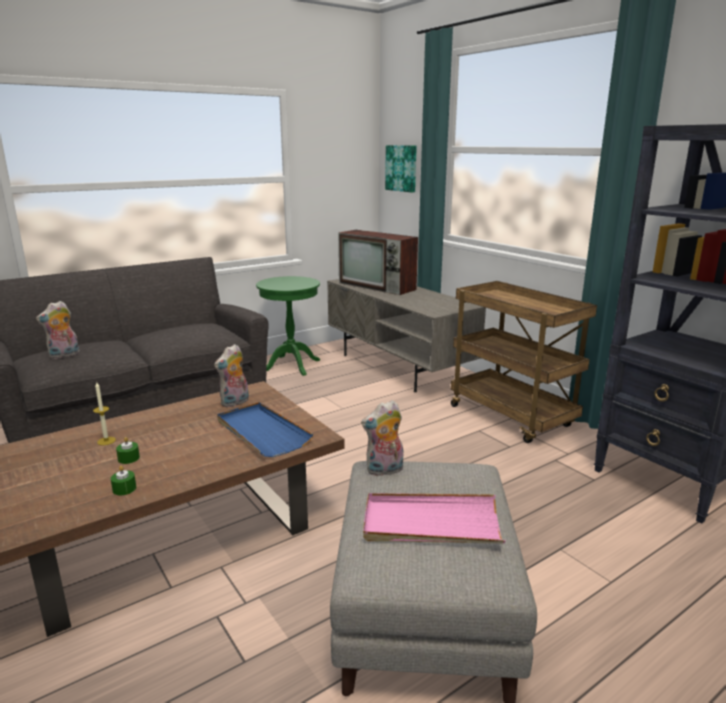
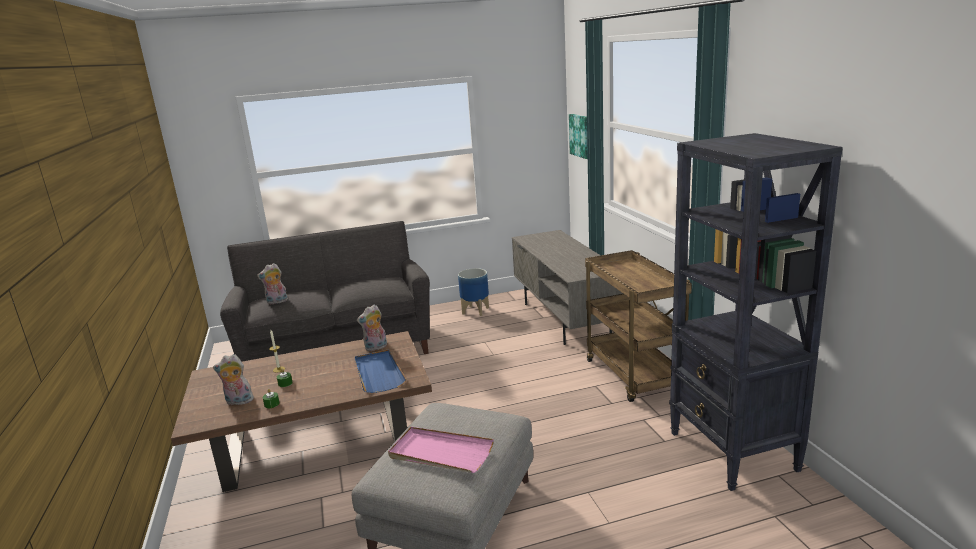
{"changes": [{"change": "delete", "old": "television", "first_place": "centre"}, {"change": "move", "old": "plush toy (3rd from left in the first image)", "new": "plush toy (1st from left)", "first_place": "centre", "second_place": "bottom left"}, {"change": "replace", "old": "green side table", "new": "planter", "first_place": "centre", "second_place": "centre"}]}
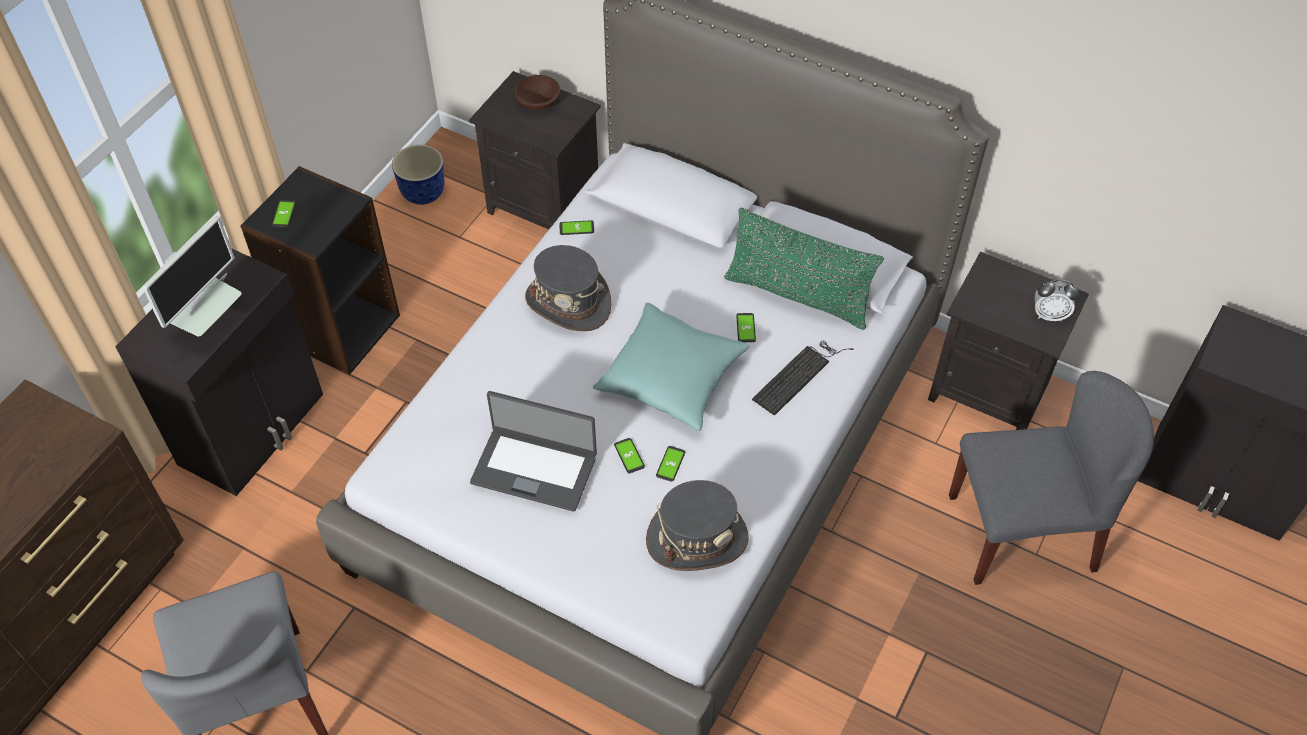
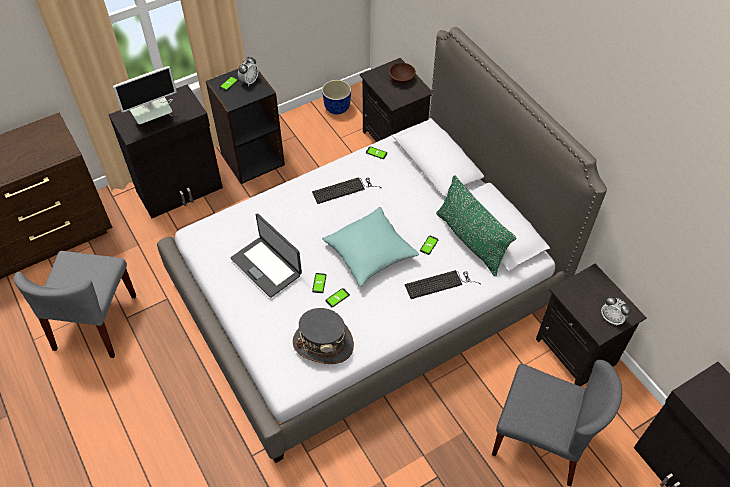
{"changes": [{"change": "insert", "new": "alarm clock (1st from left)", "second_place": "top centre"}, {"change": "replace", "old": "grey hat (1st from left)", "new": "keyboard (1st from left)", "first_place": "centre", "second_place": "centre"}]}
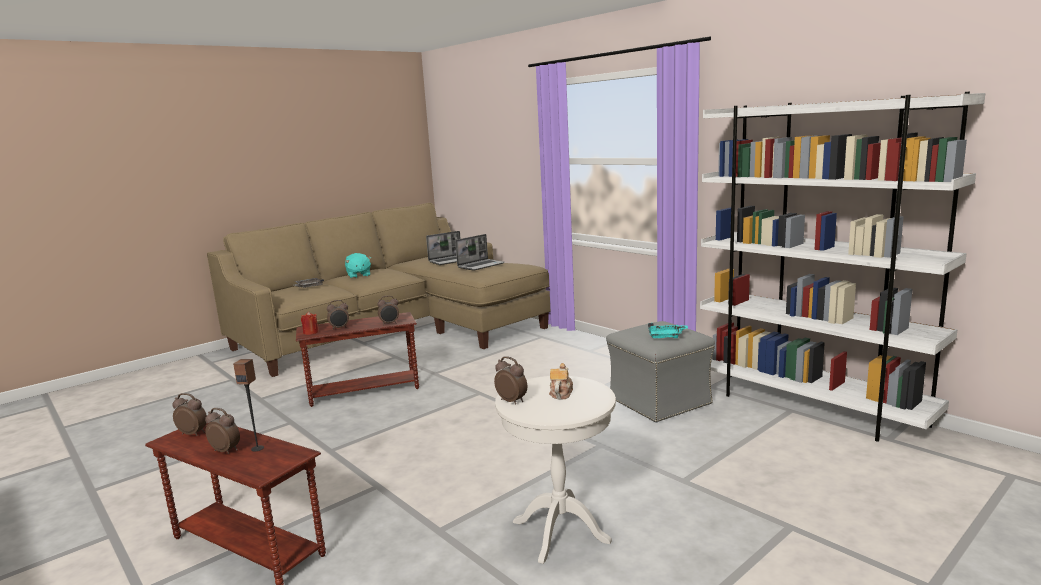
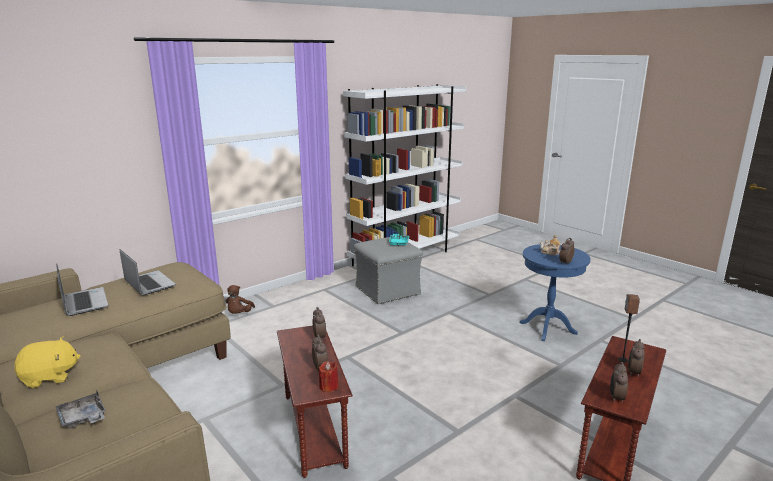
{"changes": [{"change": "insert", "new": "brown plush toy", "second_place": "middle left"}, {"change": "recolor", "old": "turquoise plush toy", "new": "yellow plush toy", "first_place": "centre", "second_place": "bottom left"}, {"change": "recolor", "old": "white side table", "new": "blue side table", "first_place": "bottom centre", "second_place": "middle right"}]}
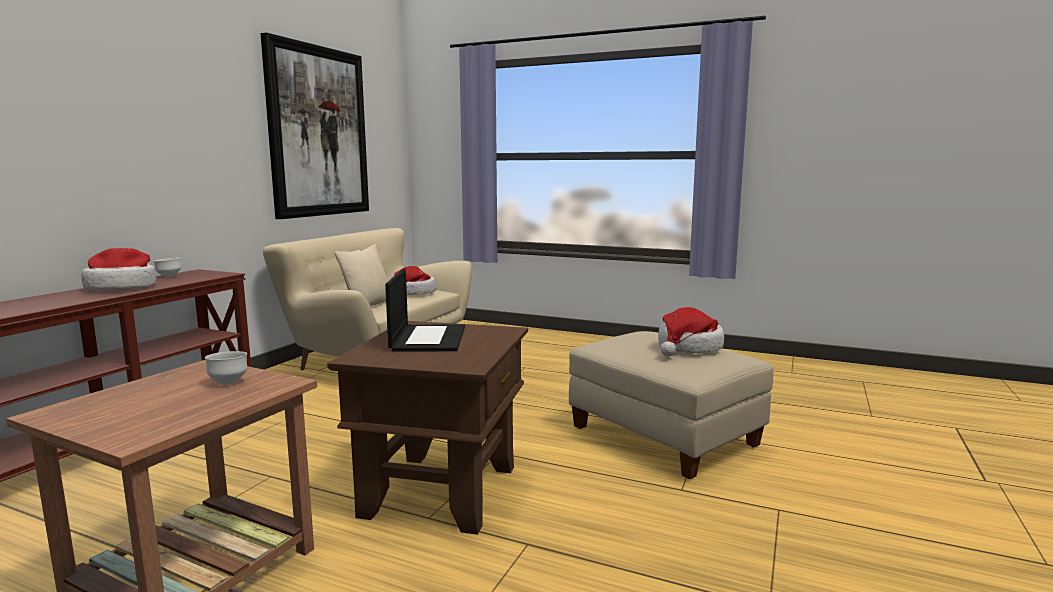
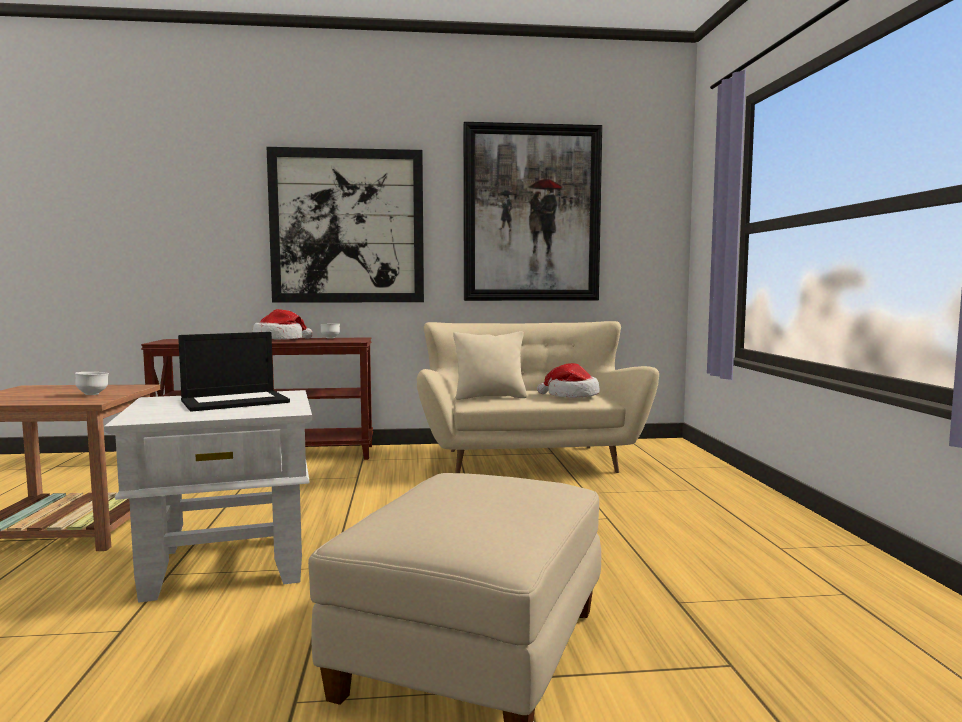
{"changes": [{"change": "delete", "old": "hat (3rd from left)", "first_place": "centre"}, {"change": "insert", "new": "picture (1st from left)", "second_place": "top centre"}, {"change": "recolor", "old": "brown side table (2nd from left)", "new": "white side table", "first_place": "bottom centre", "second_place": "bottom left"}]}
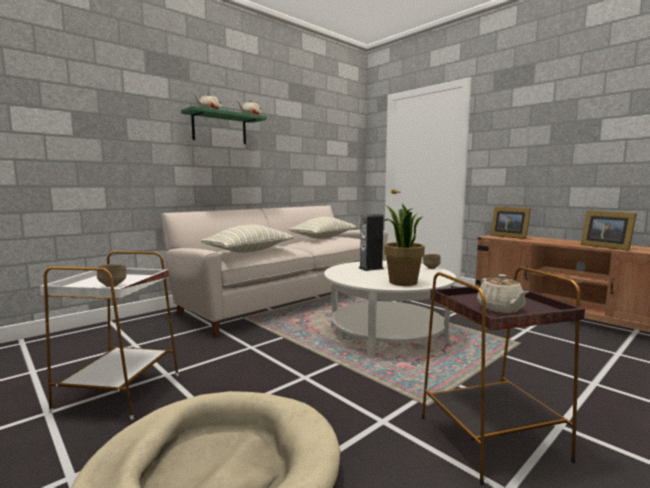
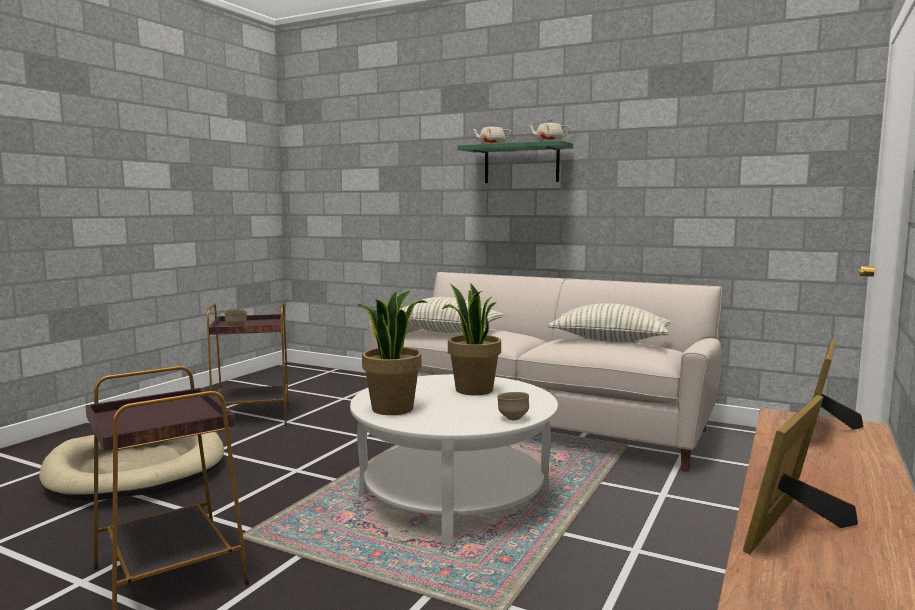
{"changes": [{"change": "delete", "old": "beige teapot (3rd from left)", "first_place": "middle right"}, {"change": "replace", "old": "speaker", "new": "potted plant (2nd from left)", "first_place": "centre", "second_place": "centre"}, {"change": "recolor", "old": "white side table", "new": "brown side table (2nd from left)", "first_place": "bottom left", "second_place": "middle left"}]}
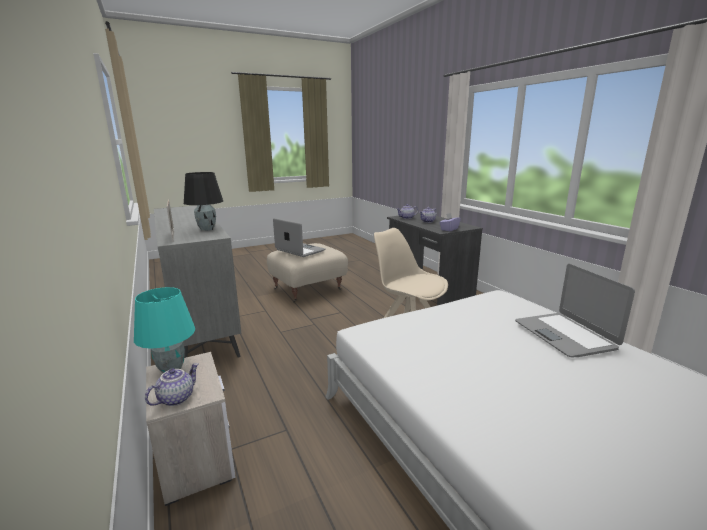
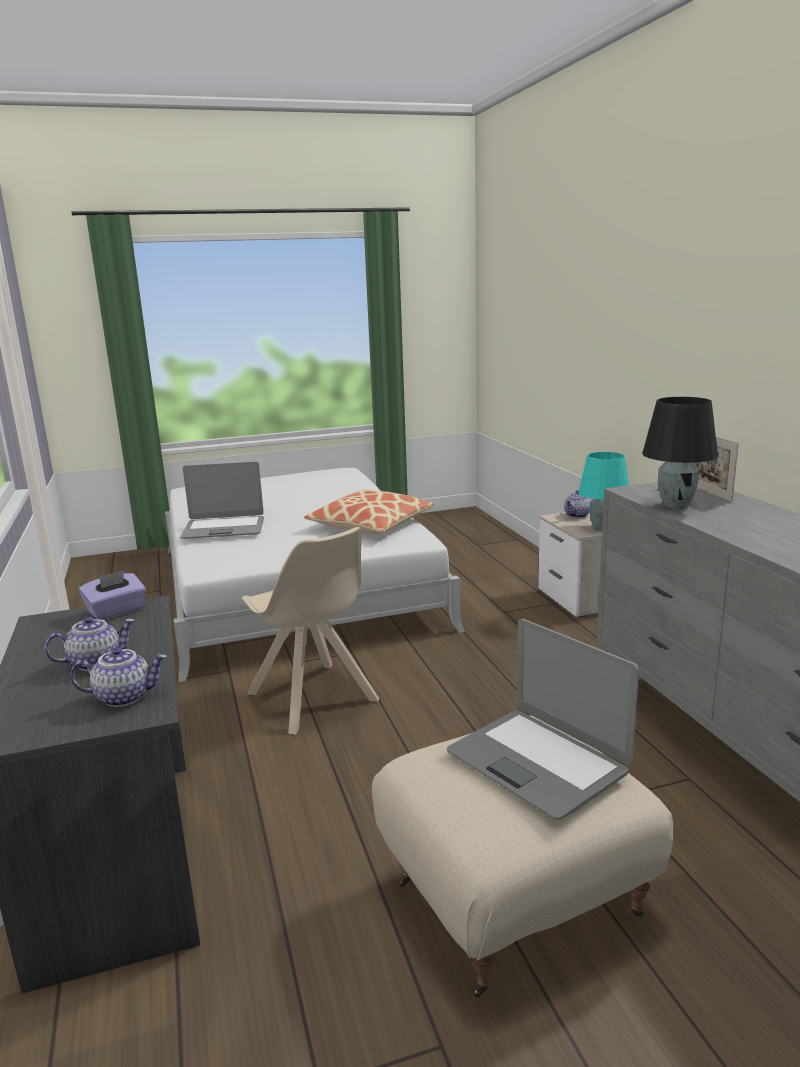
{"changes": [{"change": "insert", "new": "pillow", "second_place": "centre"}, {"change": "rotate", "old": "laptop (2nd from left in the first image)", "first_place": "middle right", "second_place": "middle left", "degrees": 90}]}
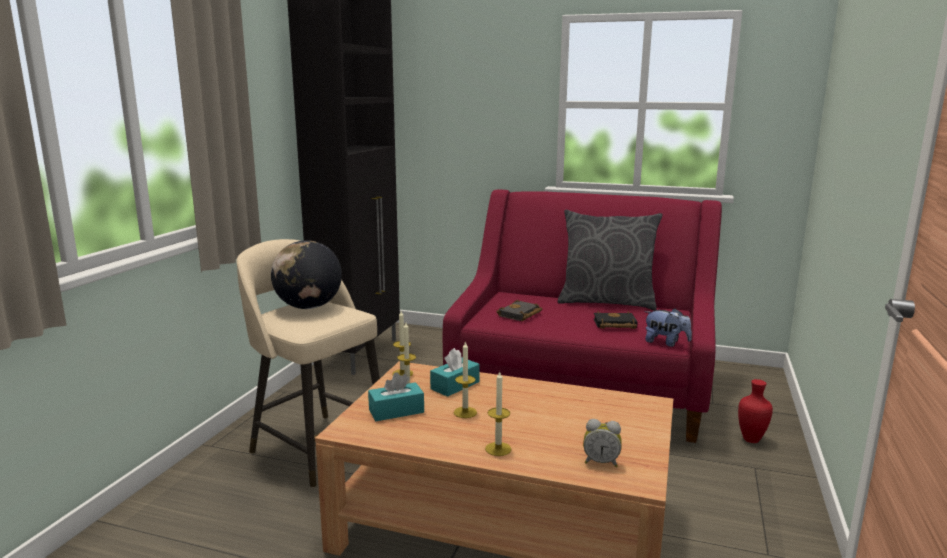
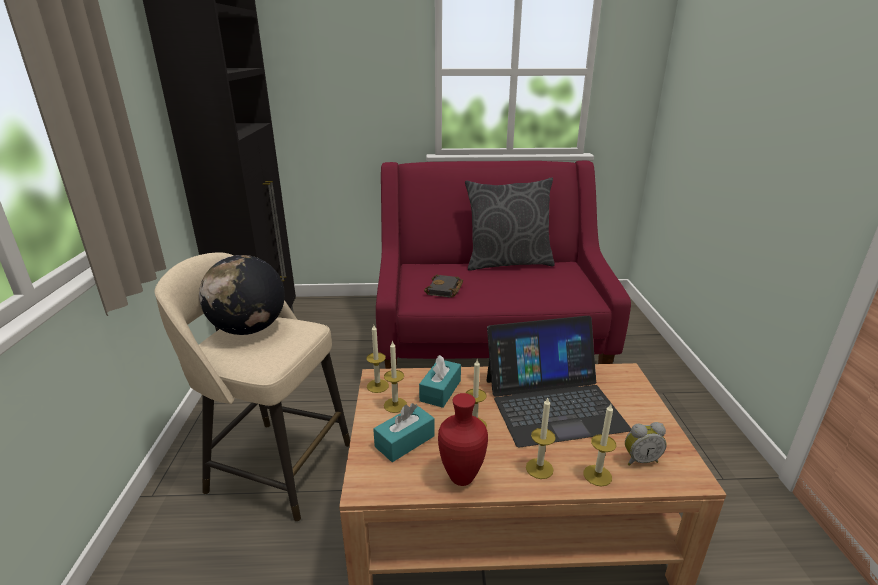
{"changes": [{"change": "delete", "old": "black book (2nd from left)", "first_place": "centre"}, {"change": "delete", "old": "plush toy", "first_place": "middle right"}, {"change": "insert", "new": "laptop", "second_place": "centre"}, {"change": "insert", "new": "candle (5th from left)", "second_place": "bottom right"}, {"change": "move", "old": "red vase", "first_place": "bottom right", "second_place": "bottom centre"}]}
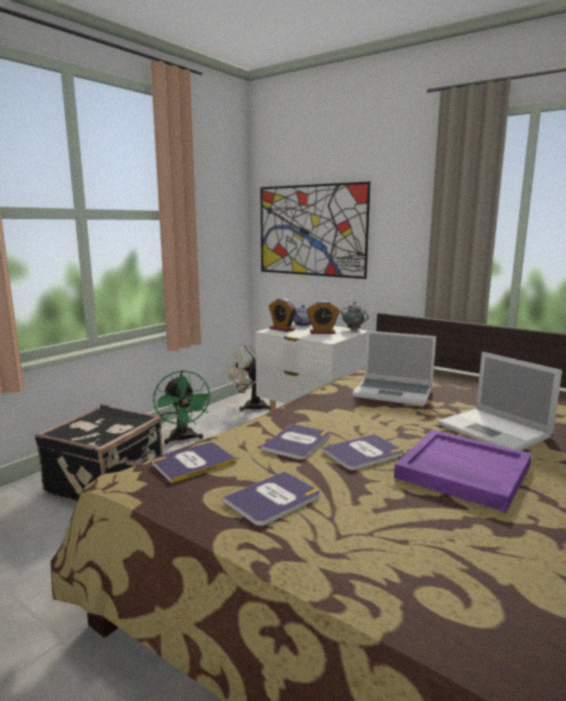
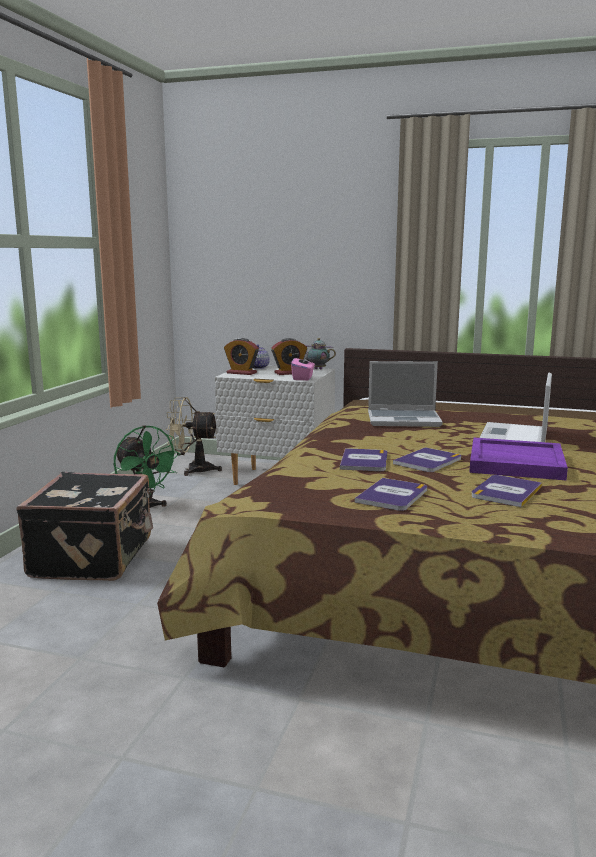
{"changes": [{"change": "delete", "old": "picture", "first_place": "top centre"}, {"change": "insert", "new": "pink tissue box", "second_place": "centre"}, {"change": "move", "old": "book (1st from left in the first image)", "new": "book (4th from left)", "first_place": "centre", "second_place": "middle right"}, {"change": "rotate", "old": "laptop (2nd from left)", "first_place": "middle right", "second_place": "middle right", "degrees": 75}]}
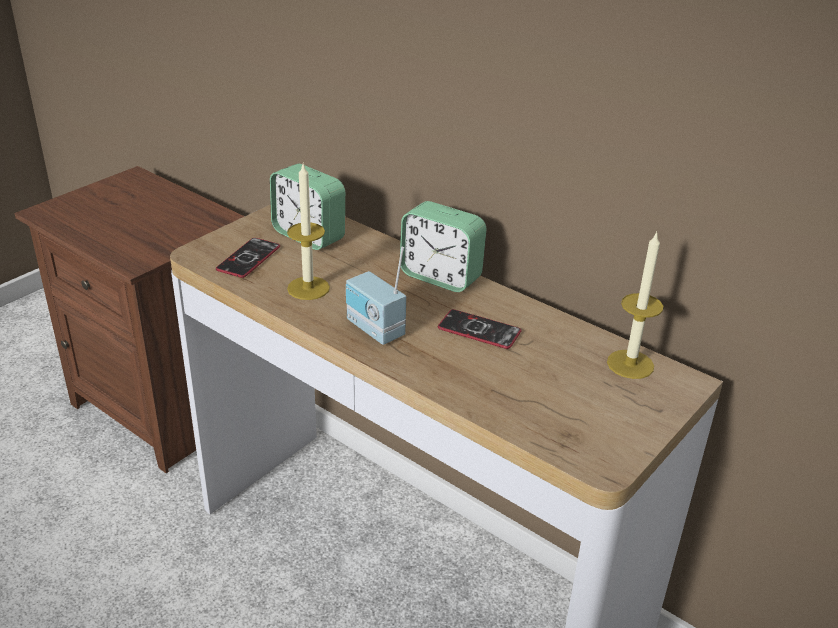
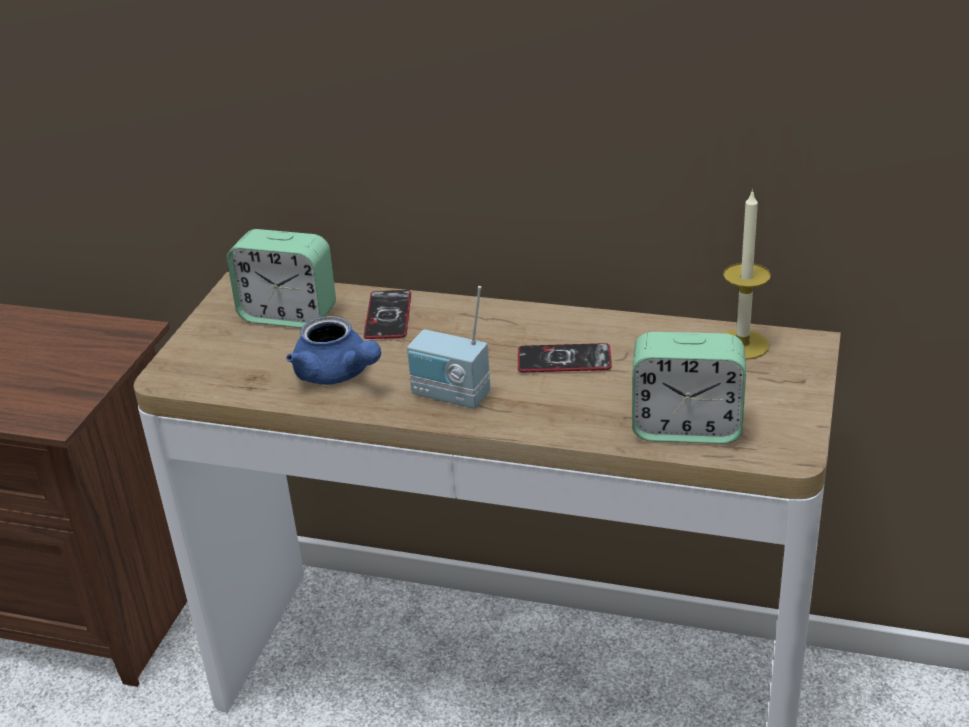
{"changes": [{"change": "move", "old": "phone (1st from left)", "first_place": "middle left", "second_place": "centre"}, {"change": "move", "old": "alarm clock (2nd from left)", "first_place": "centre", "second_place": "middle right"}, {"change": "replace", "old": "candle (1st from left)", "new": "blue teapot", "first_place": "centre", "second_place": "centre"}]}
